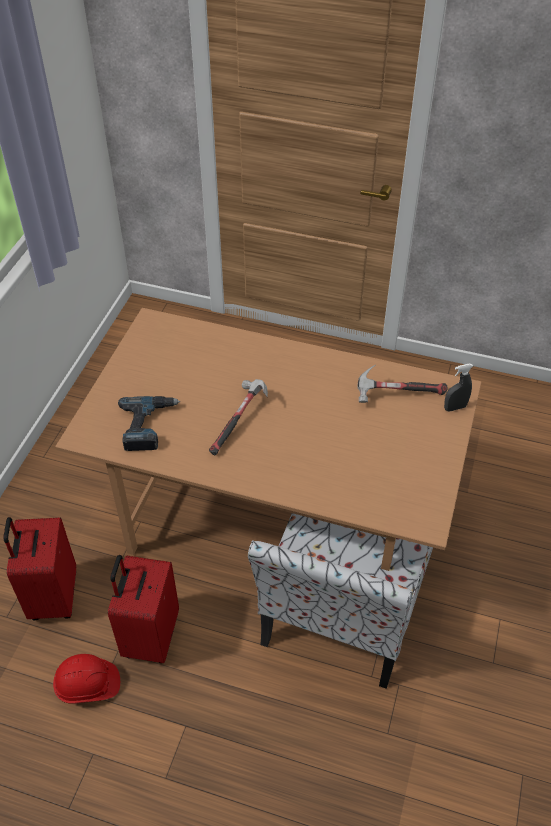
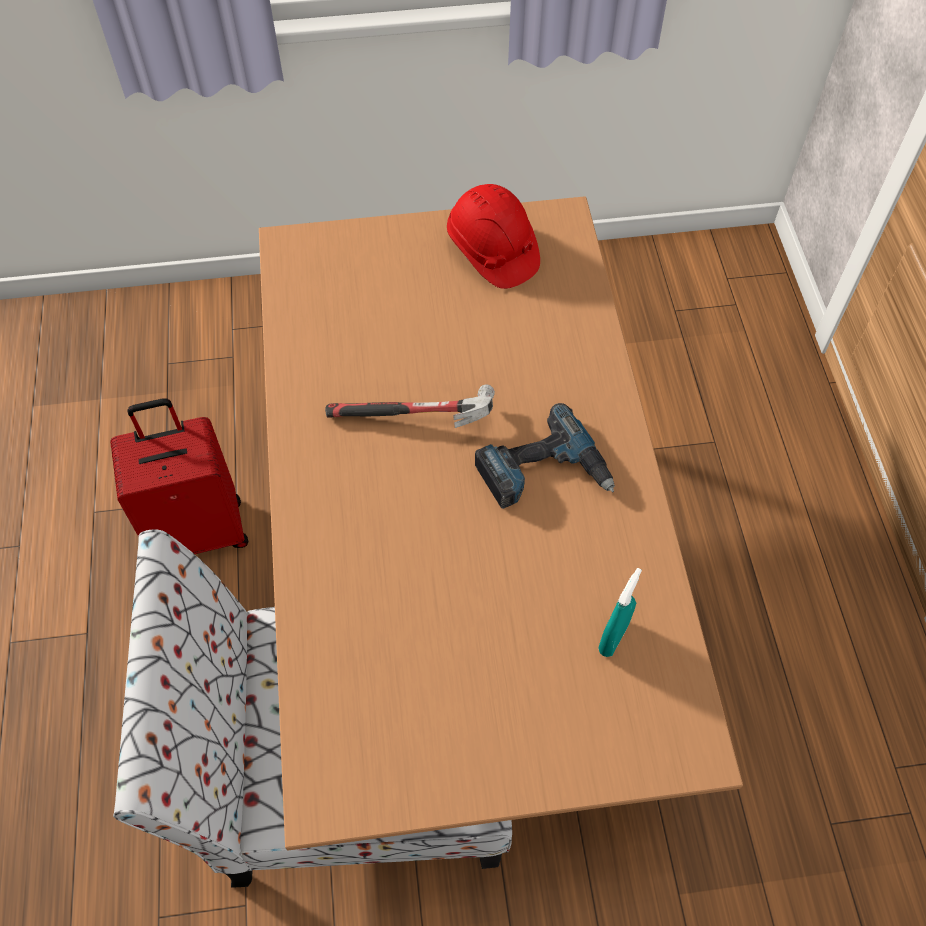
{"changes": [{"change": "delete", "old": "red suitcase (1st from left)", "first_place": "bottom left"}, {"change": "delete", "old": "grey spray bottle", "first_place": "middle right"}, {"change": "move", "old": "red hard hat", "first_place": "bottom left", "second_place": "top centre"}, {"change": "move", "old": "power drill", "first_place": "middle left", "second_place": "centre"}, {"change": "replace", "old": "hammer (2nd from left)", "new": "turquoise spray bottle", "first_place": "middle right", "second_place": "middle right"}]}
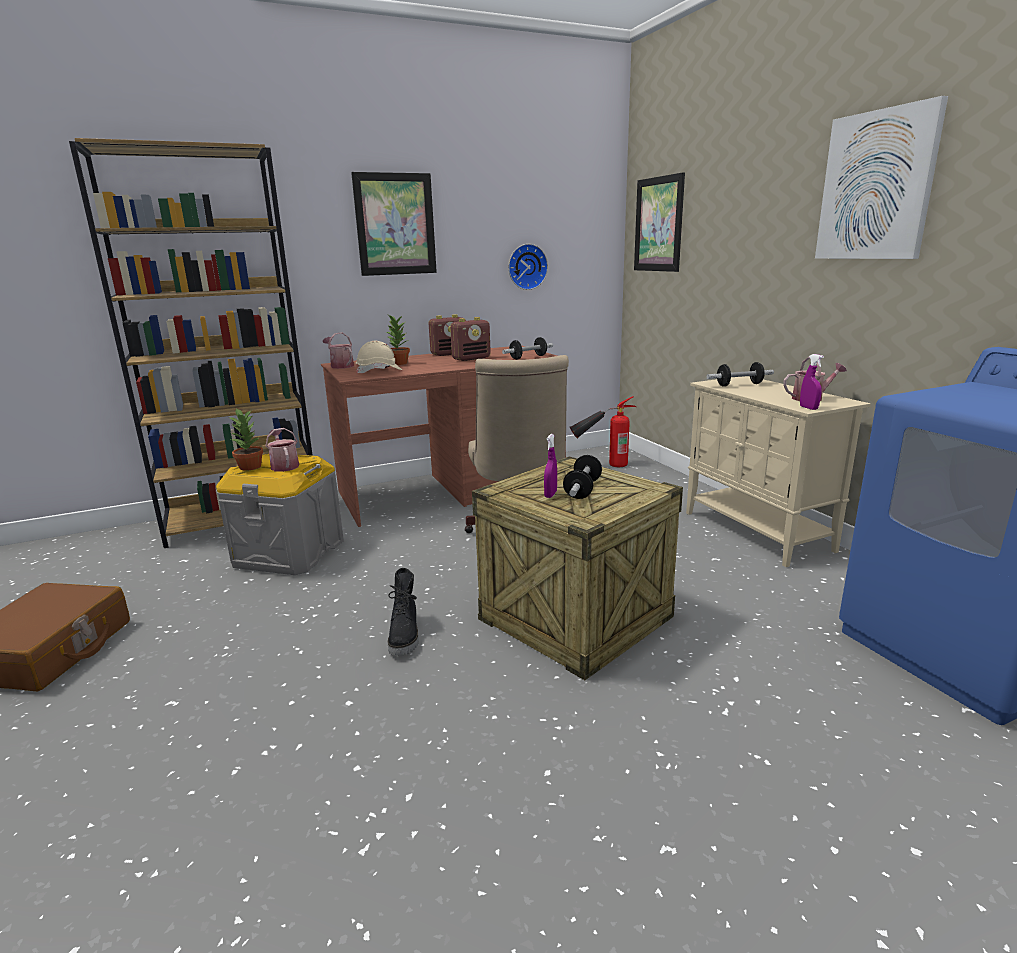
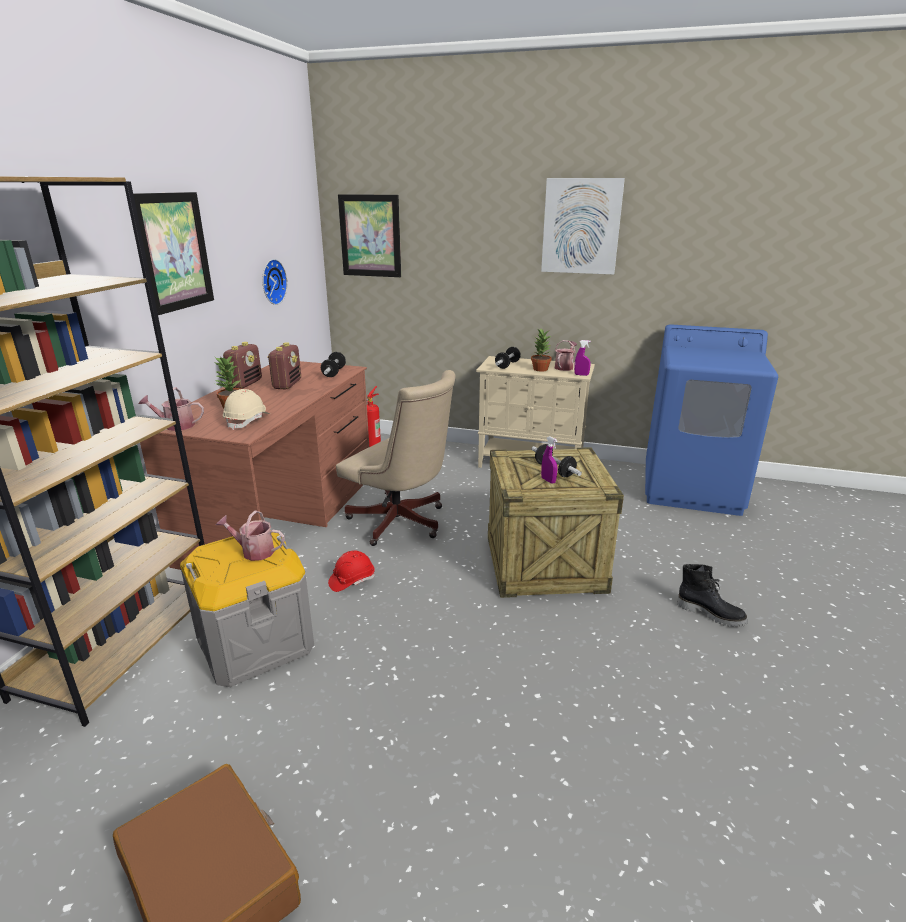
{"changes": [{"change": "insert", "new": "red hard hat", "second_place": "centre"}, {"change": "move", "old": "potted plant (1st from left in the first image)", "new": "potted plant (2nd from left)", "first_place": "middle left", "second_place": "centre"}, {"change": "move", "old": "black boot", "first_place": "centre", "second_place": "middle right"}]}
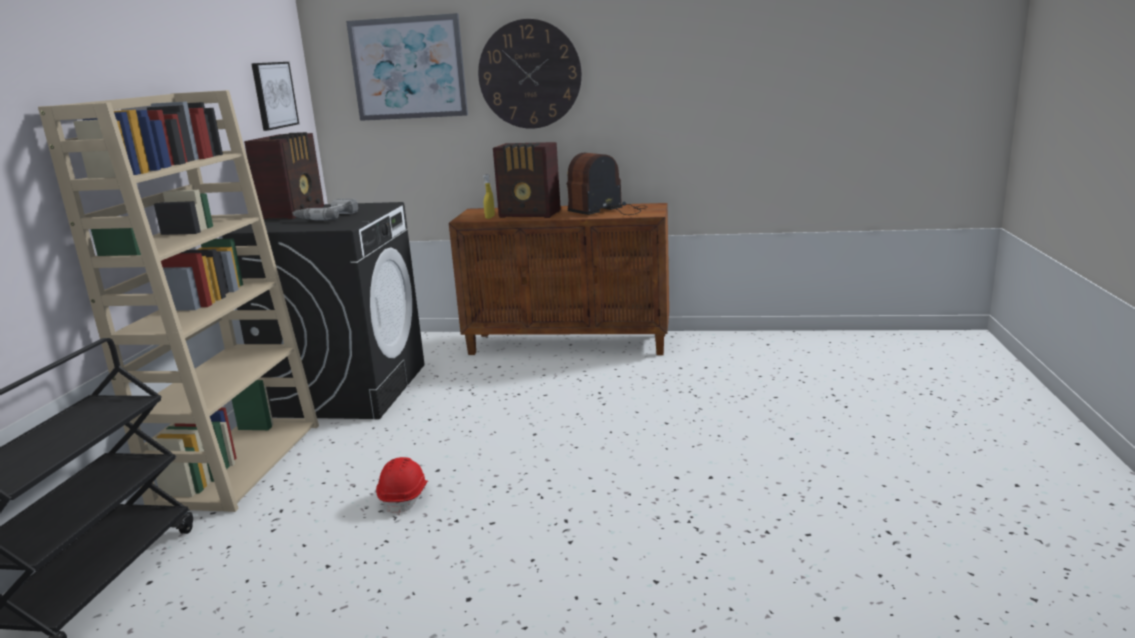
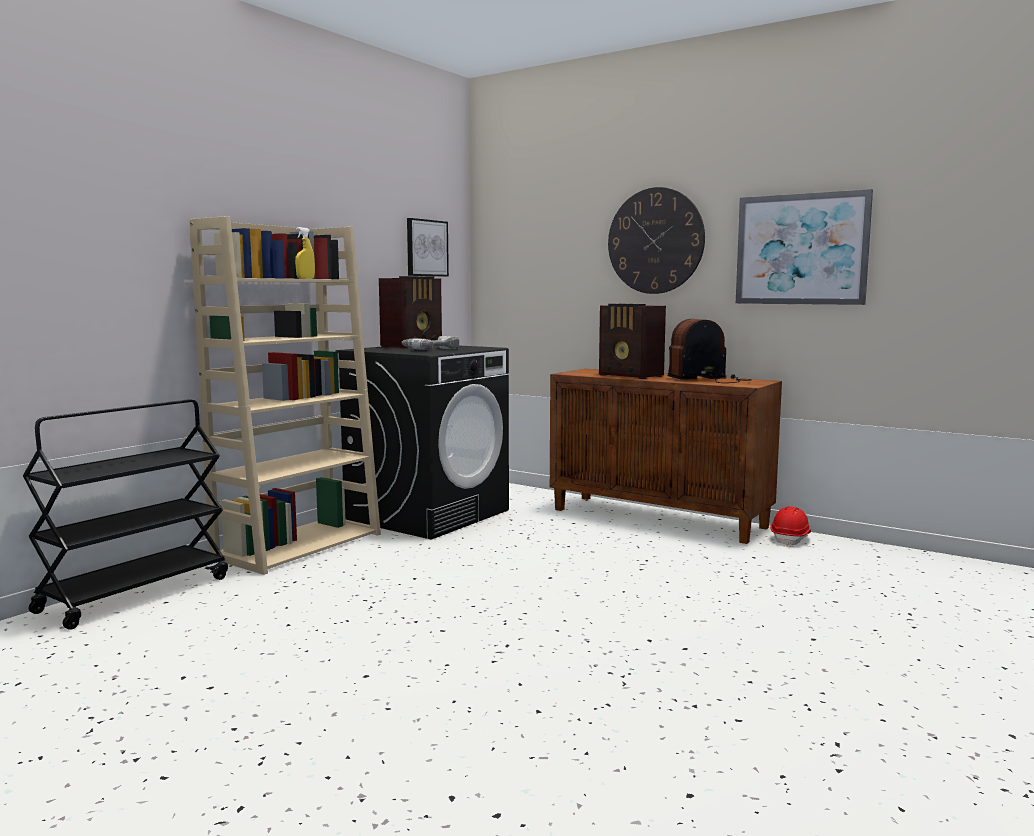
{"changes": [{"change": "move", "old": "picture (2nd from left)", "first_place": "top centre", "second_place": "top right"}, {"change": "move", "old": "red hard hat", "first_place": "bottom centre", "second_place": "middle right"}, {"change": "move", "old": "yellow spray bottle", "first_place": "top centre", "second_place": "top left"}]}
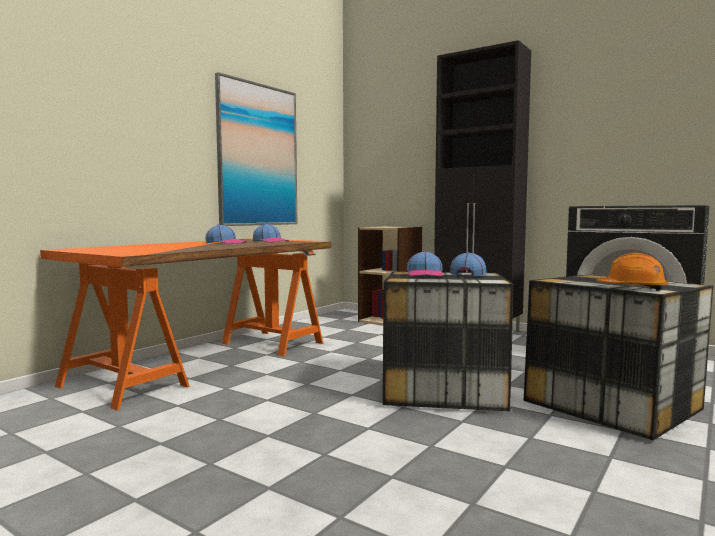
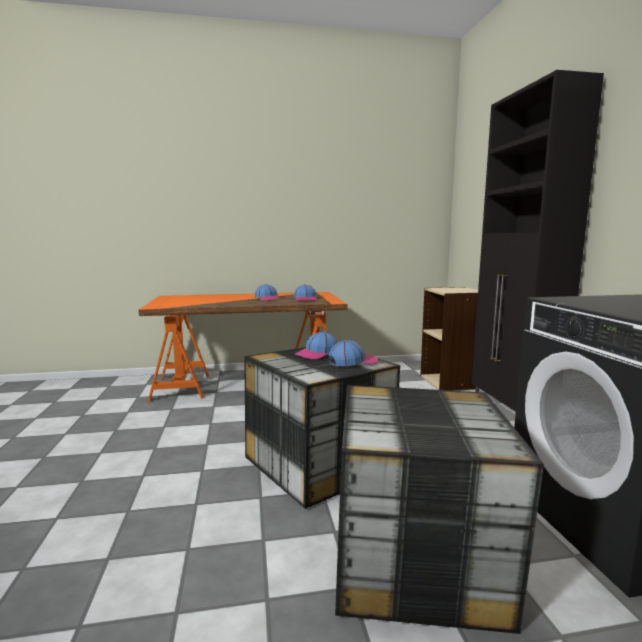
{"changes": [{"change": "delete", "old": "picture", "first_place": "top centre"}, {"change": "delete", "old": "orange hard hat", "first_place": "middle right"}]}
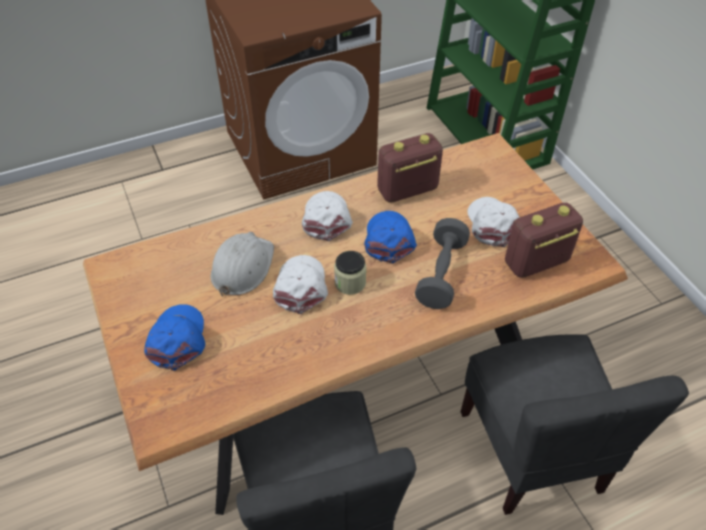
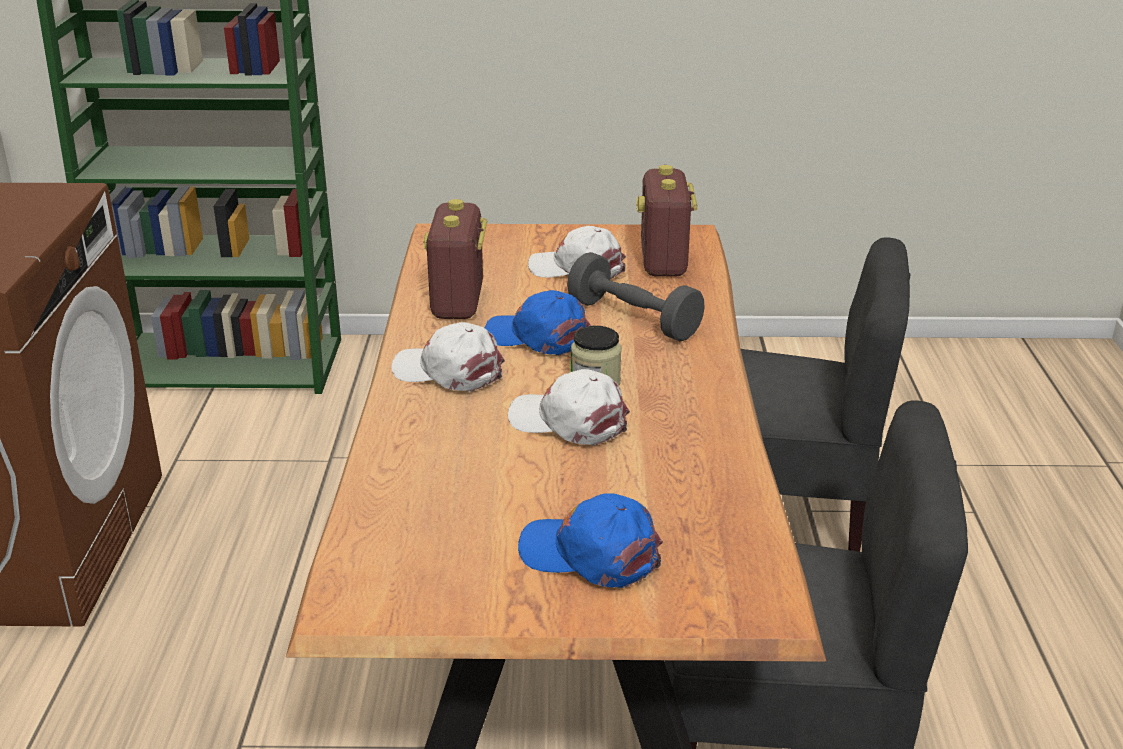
{"changes": [{"change": "delete", "old": "white hard hat", "first_place": "centre"}]}
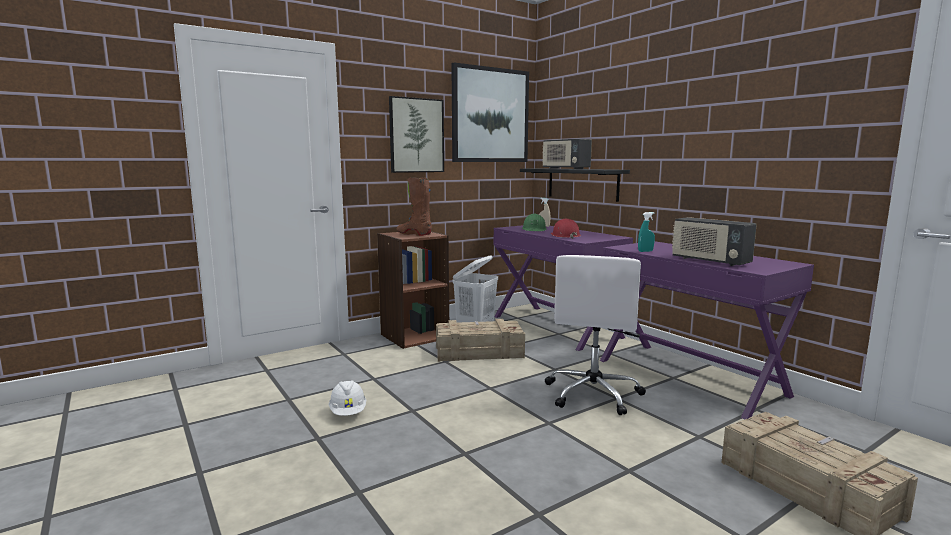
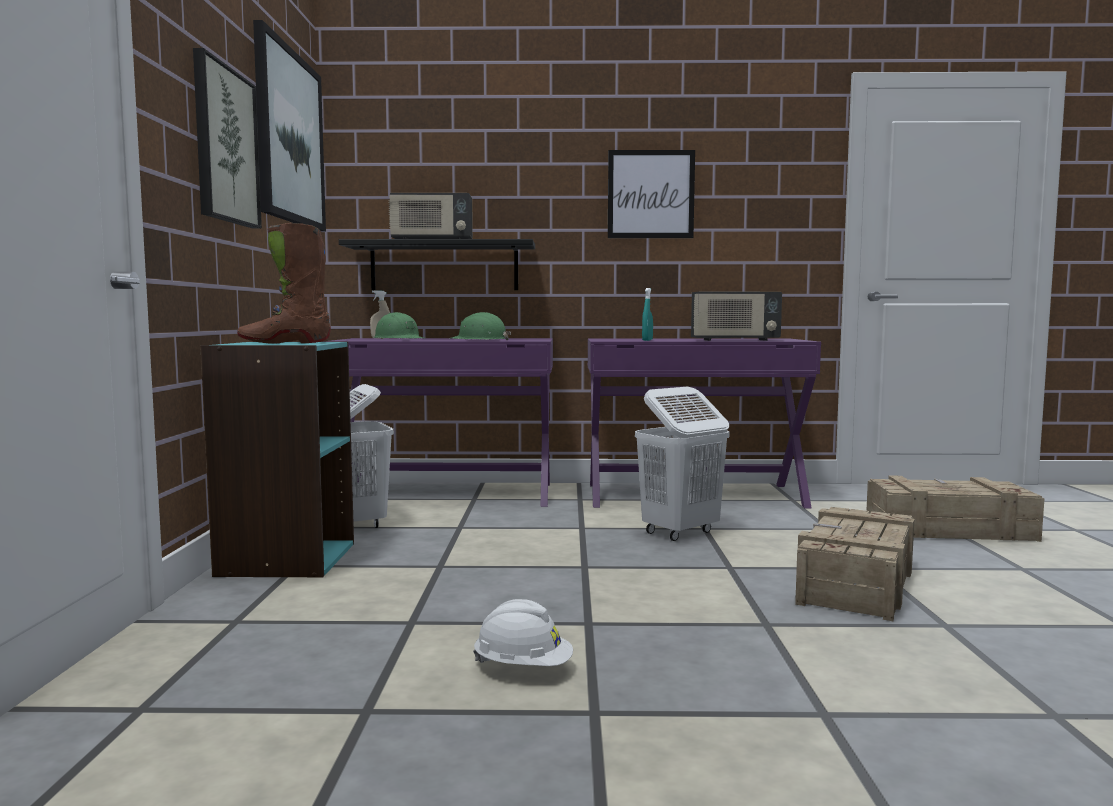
{"changes": [{"change": "insert", "new": "picture (3rd from left)", "second_place": "top centre"}, {"change": "move", "old": "crate (1st from left)", "first_place": "centre", "second_place": "bottom right"}, {"change": "replace", "old": "white office chair", "new": "white laundry basket (2nd from left)", "first_place": "centre", "second_place": "centre"}, {"change": "recolor", "old": "brown bookcase", "new": "turquoise bookcase", "first_place": "centre", "second_place": "middle left"}, {"change": "recolor", "old": "red hard hat", "new": "green hard hat (2nd from left)", "first_place": "centre", "second_place": "centre"}]}
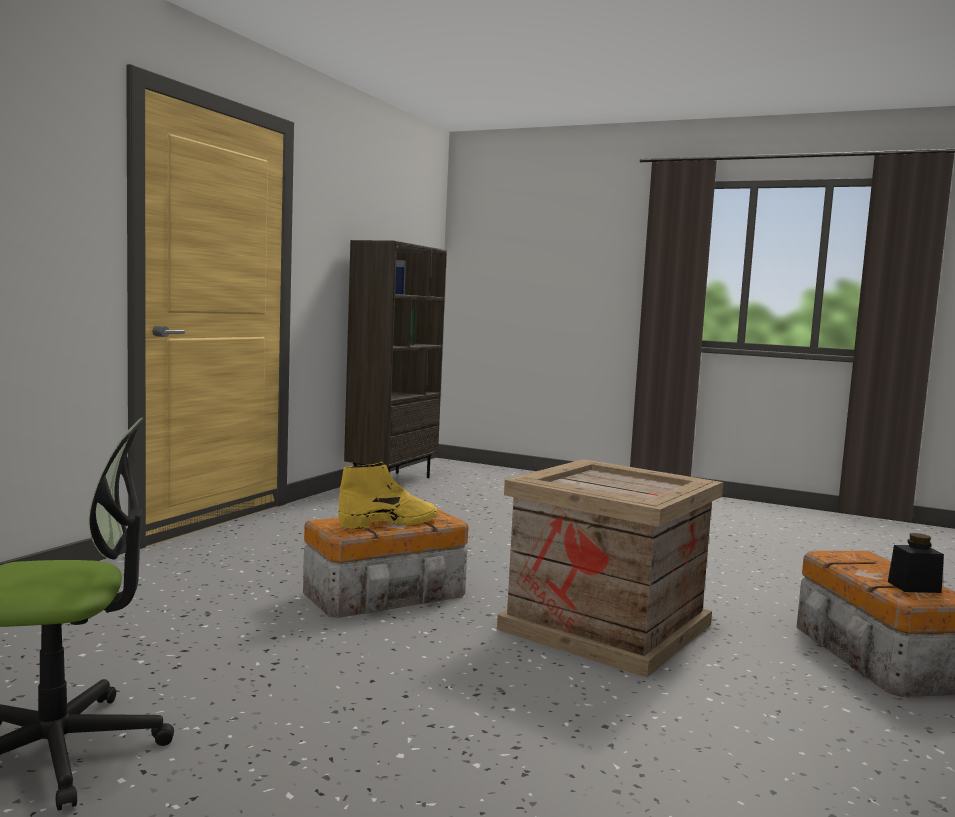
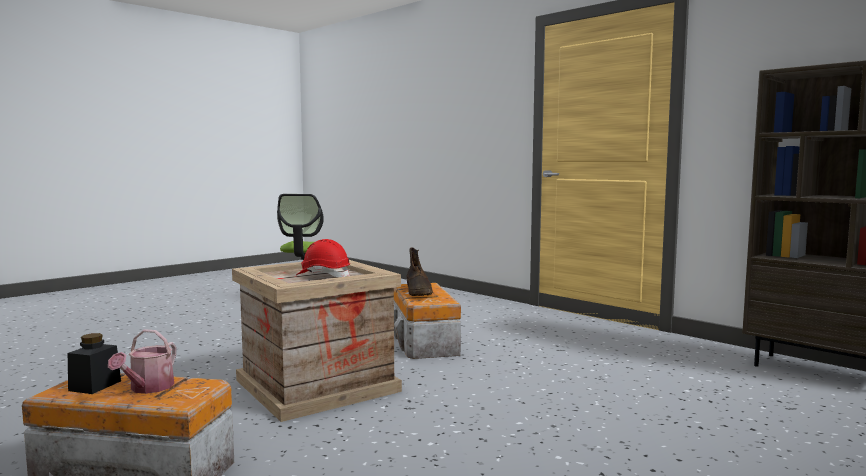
{"changes": [{"change": "insert", "new": "watering can", "second_place": "bottom left"}, {"change": "insert", "new": "red hard hat", "second_place": "centre"}, {"change": "recolor", "old": "yellow boot", "new": "brown boot", "first_place": "centre", "second_place": "centre"}]}
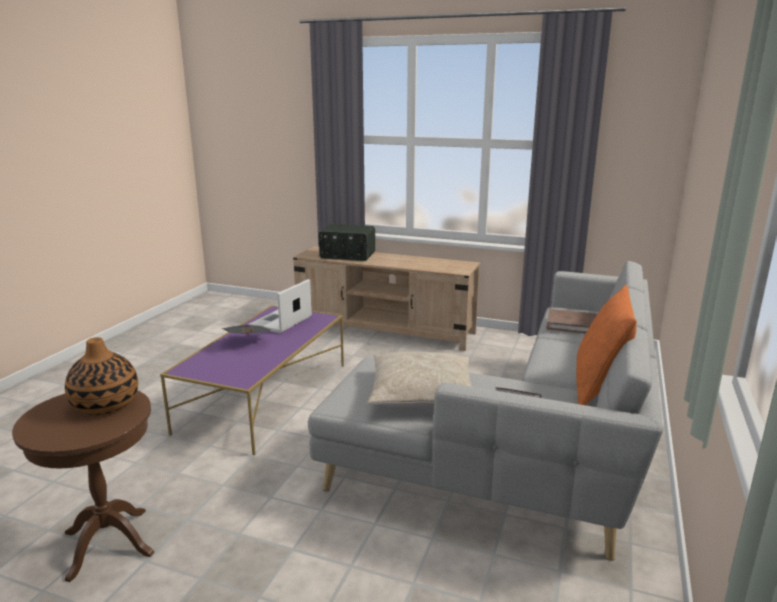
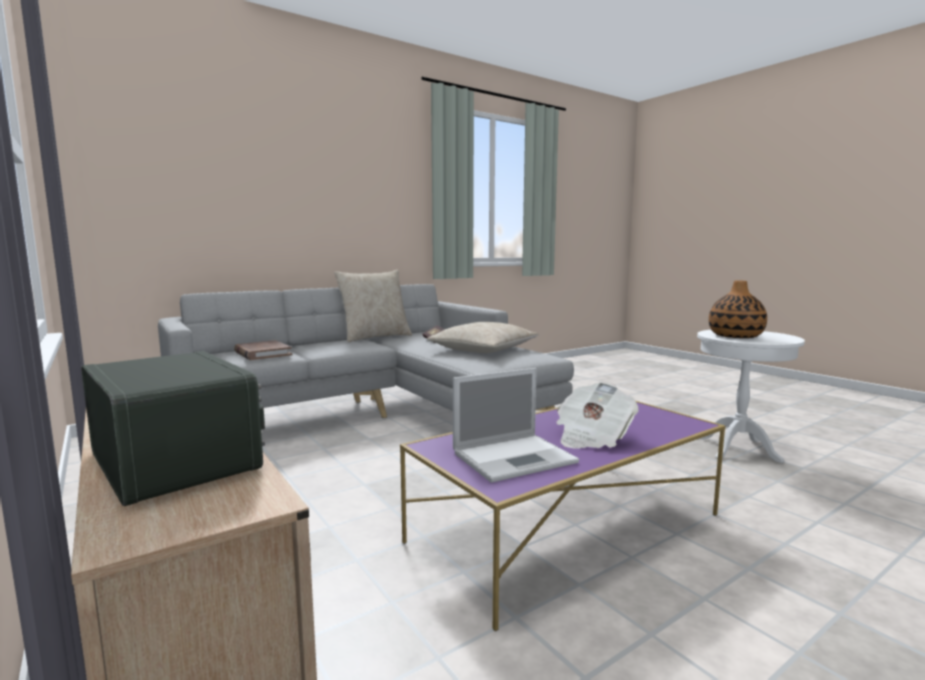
{"changes": [{"change": "recolor", "old": "brown side table", "new": "white side table", "first_place": "bottom left", "second_place": "middle right"}, {"change": "recolor", "old": "orange pillow", "new": "beige pillow (1st from left)", "first_place": "middle right", "second_place": "centre"}]}
